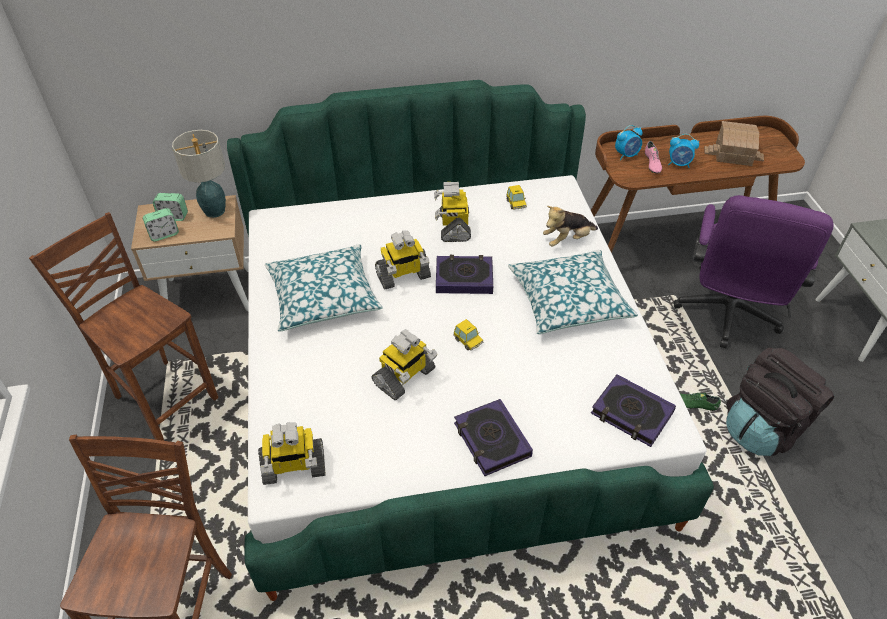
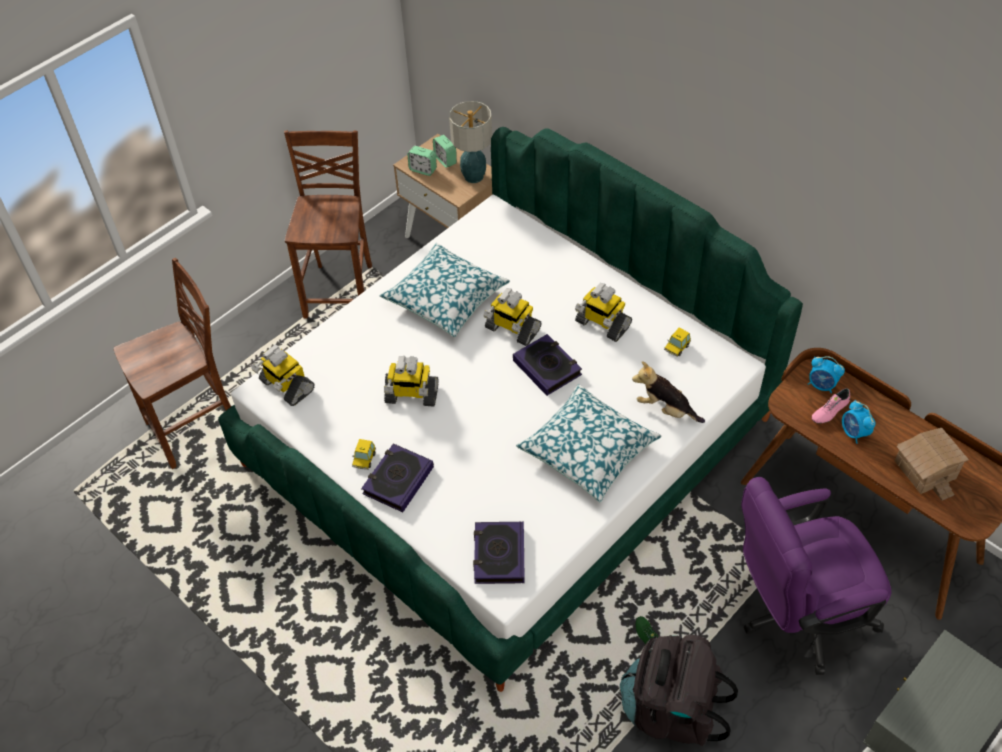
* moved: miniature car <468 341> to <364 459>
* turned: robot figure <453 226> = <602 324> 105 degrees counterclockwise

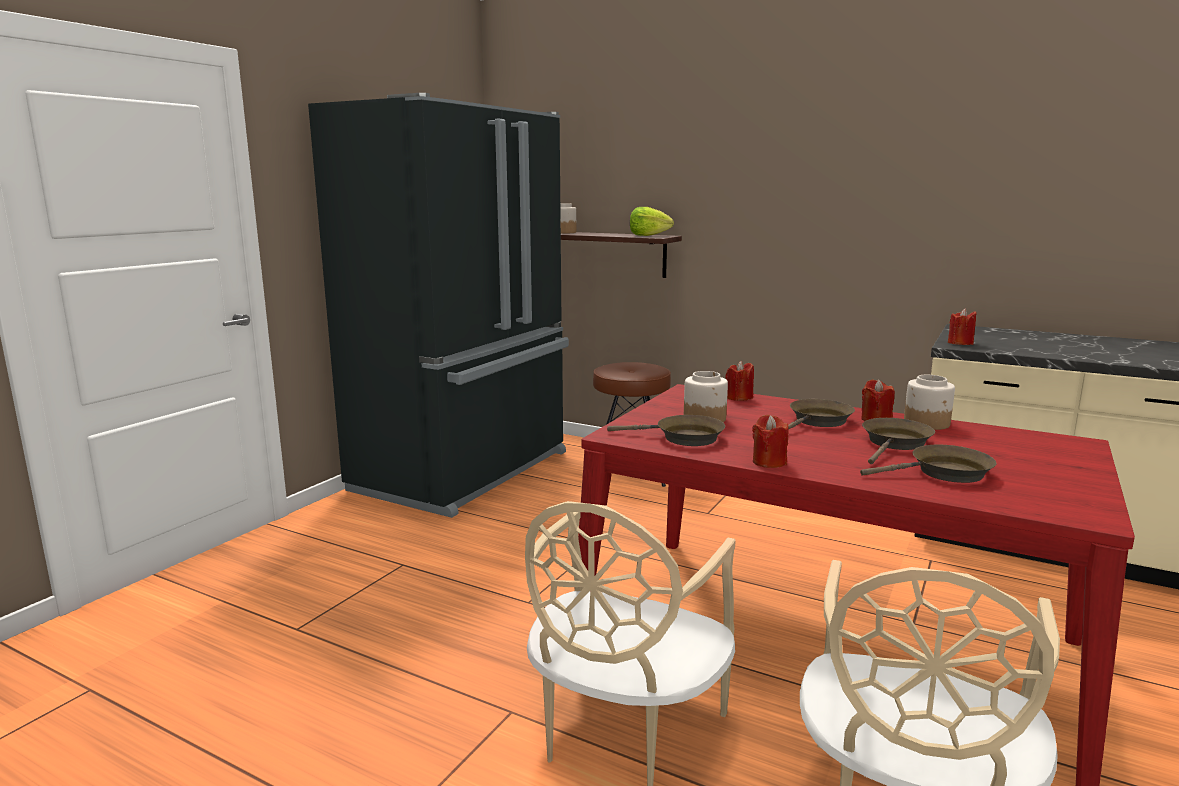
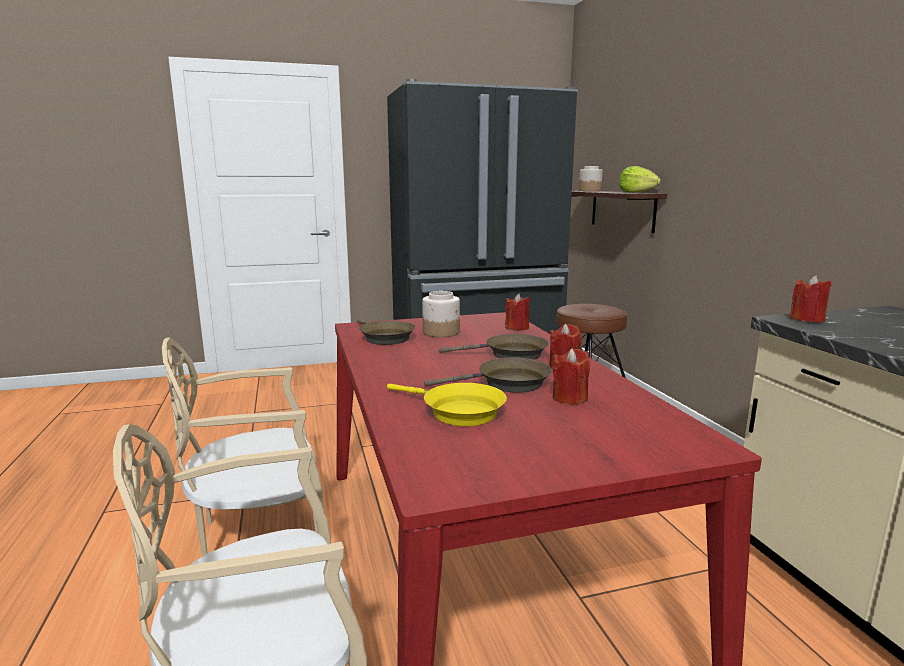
* recoloured: brown frying pan <944 473> to yellow-coloured frying pan <457 412>
* moved: red-coloured wax light <769 462> to <570 398>
* removed: jar <927 423>

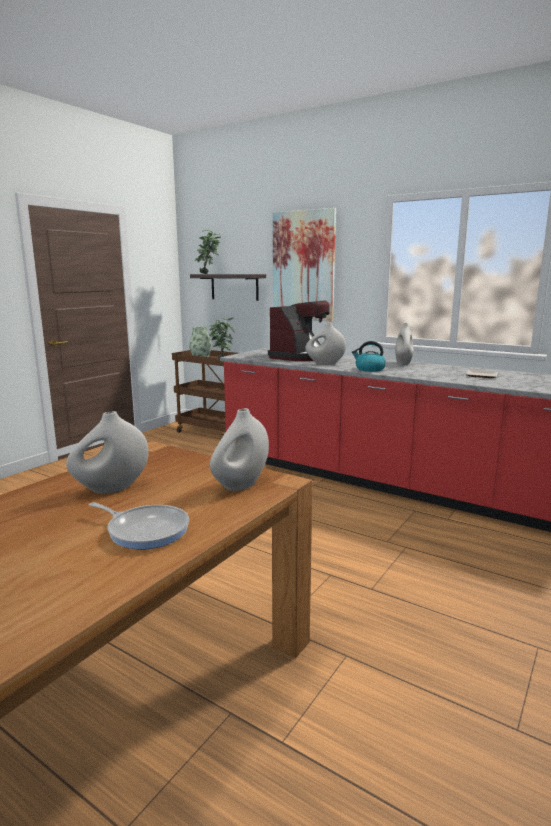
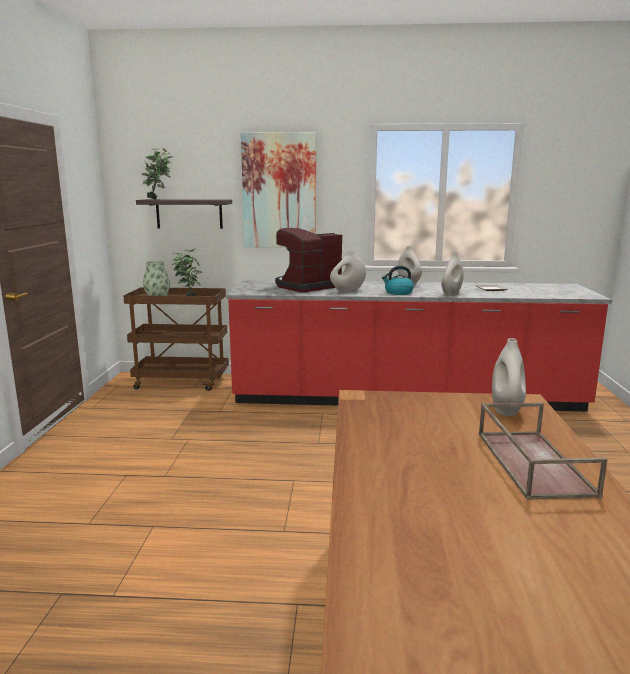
* turned: coffee machine <301 357> = <307 286> 135 degrees counterclockwise
* moved: white-coloured flower vase <111 489> to <451 294>
* replaced: frying pan <145 530> to brown tray <531 462>

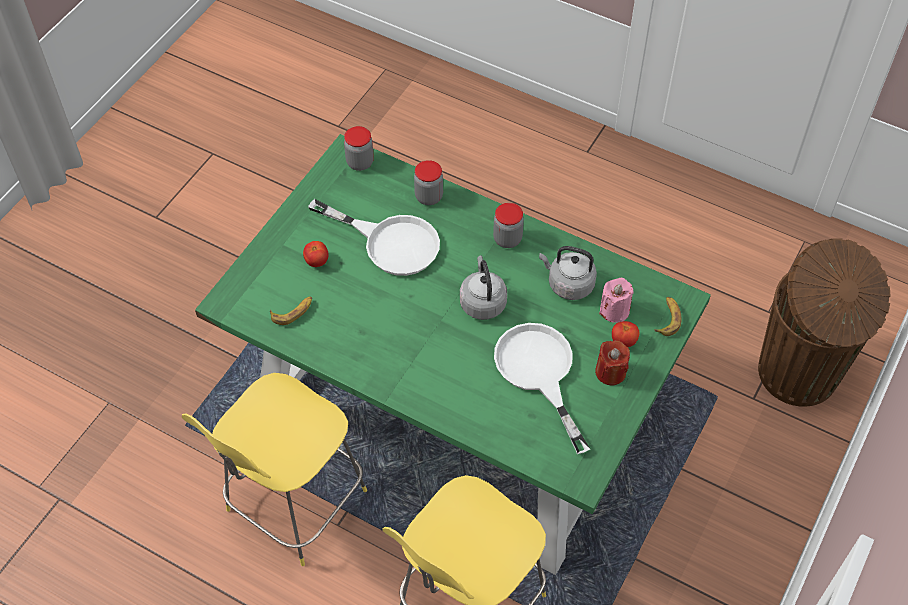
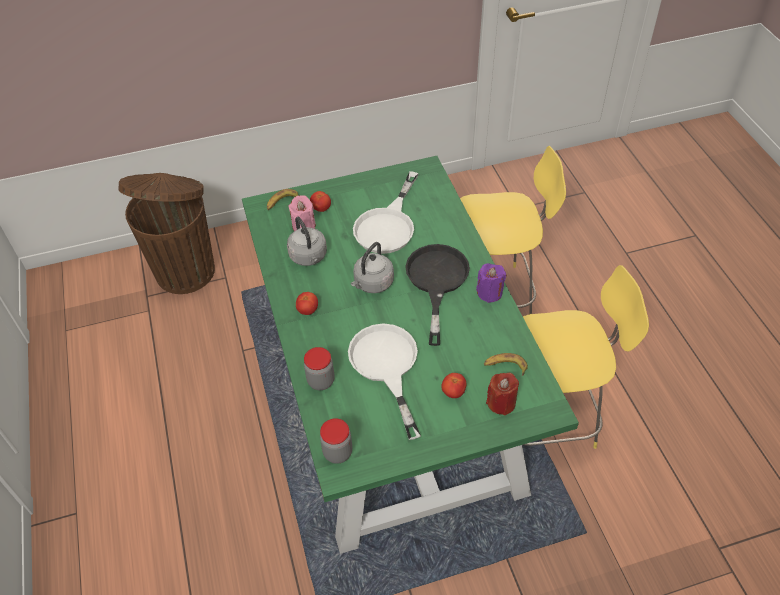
* replaced: jar <507 239> to fresh tomato <307 310>
* added: black-coloured frying pan <436 282>
* added: purple-coloured wax light <489 292>
* moved: red-coloured wax light <610 372> to <501 403>

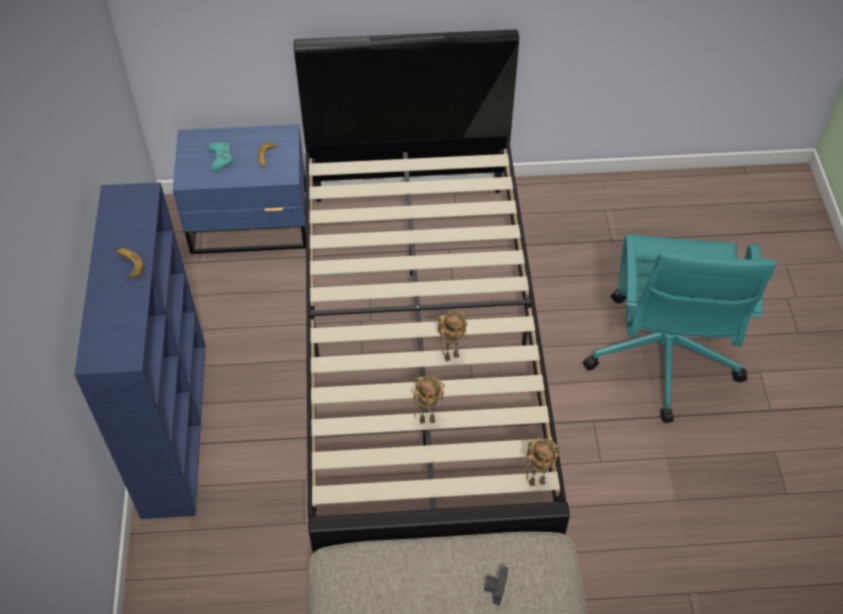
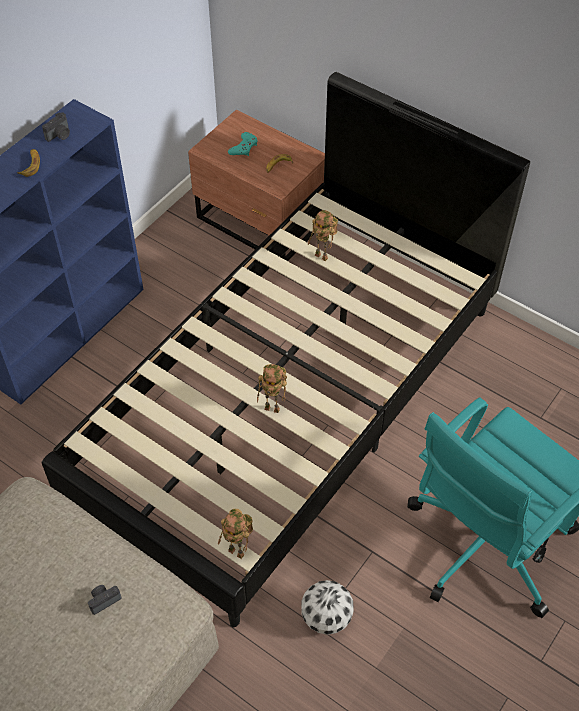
* added: still camera <59 135>
* recoloured: bluish night table <252 224> to brown night table <260 222>
* added: football <327 617>
* moved: robot figure <428 419> to <323 256>

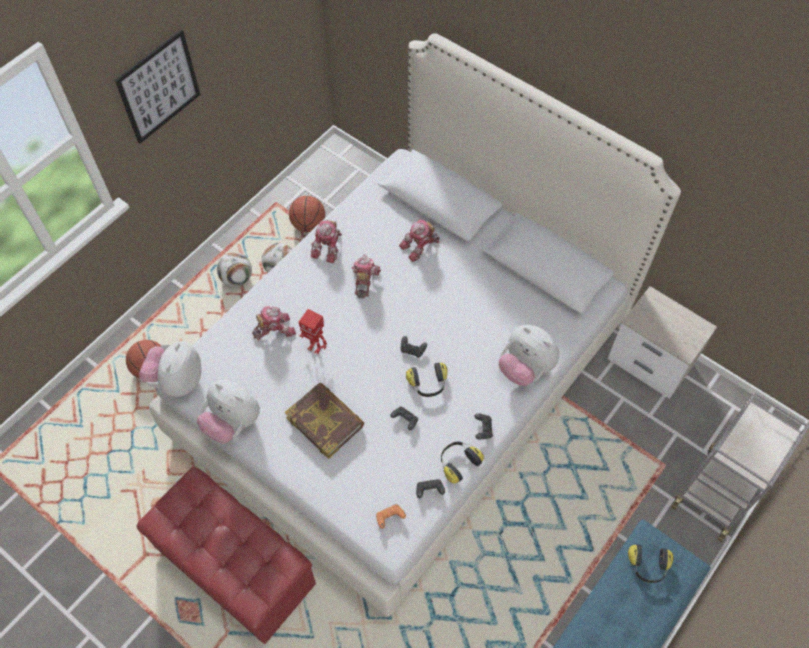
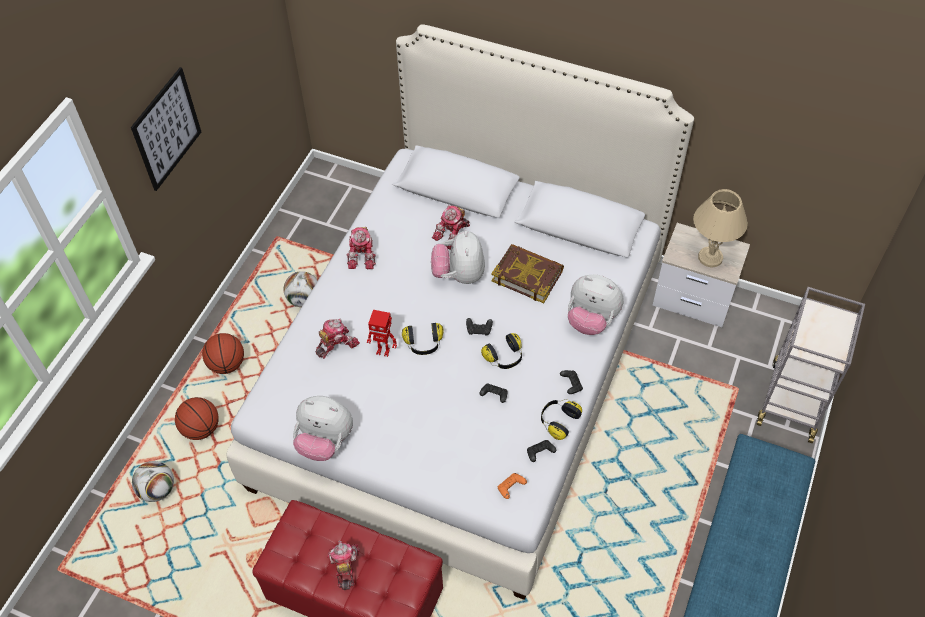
* moved: football <237 279> to <158 490>
* moved: basketball ball <308 224> to <227 364>
* moved: robot figure <364 280> to <344 566>
* moved: pair of headphones <648 566> to <423 344>
* moved: soft toy <177 380> to <459 274>
* moved: bound book <325 421> to <527 275>
* added: sand-coloured lamp for a table <709 257>

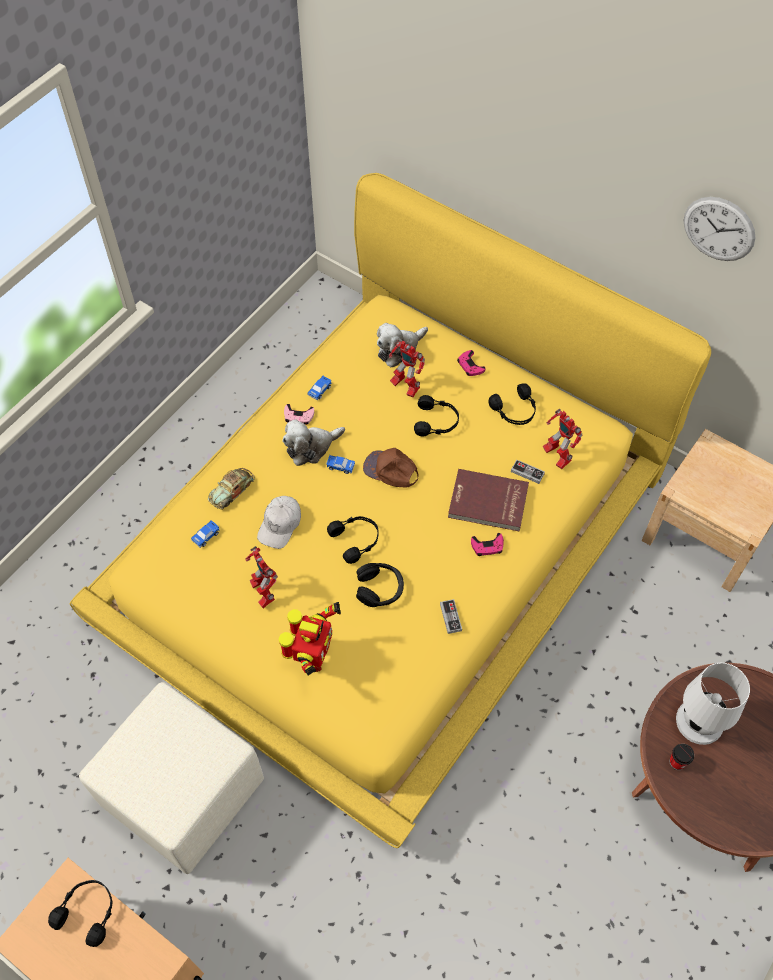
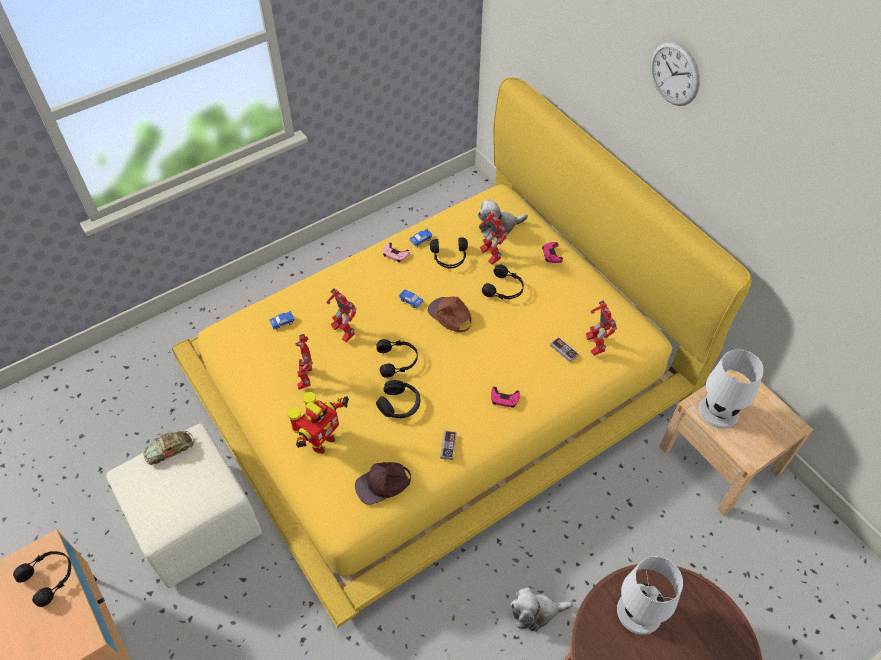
* moved: miniature car <232 490> to <170 449>
* replaced: white-coloured cap <280 525> to robot figure <343 331>
* added: brown cap <383 484>
* moved: black-coloured pair of headphones <515 411> to <449 258>
* moved: soft toy <311 447> to <536 612>
* moved: hanging clock <719 229> to <674 73>
* added: white-coloured lamp for a table <719 411>
* removed: red-coloured bound book <488 503>
* removed: small cup <677 762>

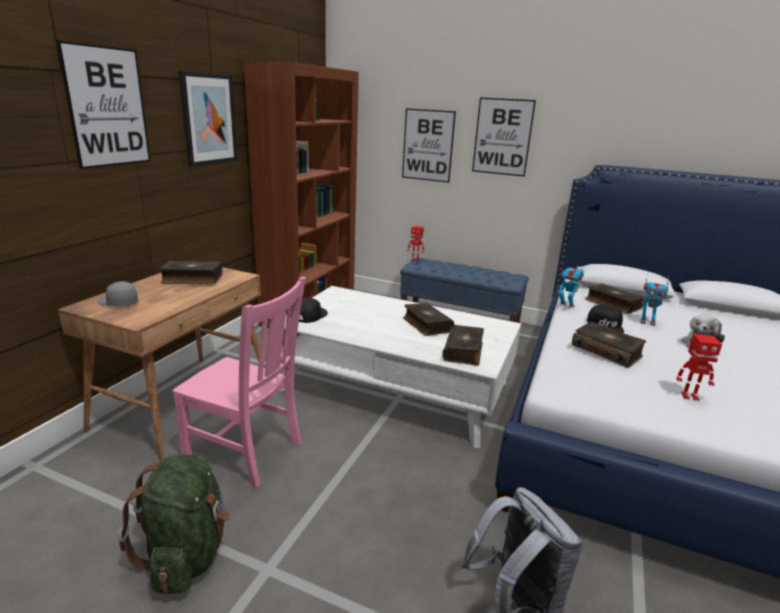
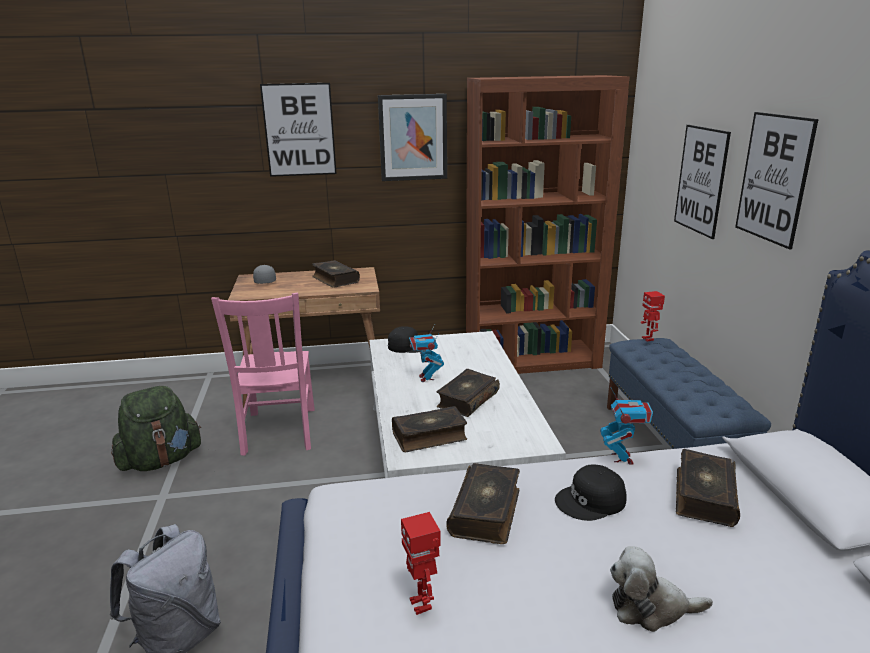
* moved: robot figure <647 322> to <426 378>

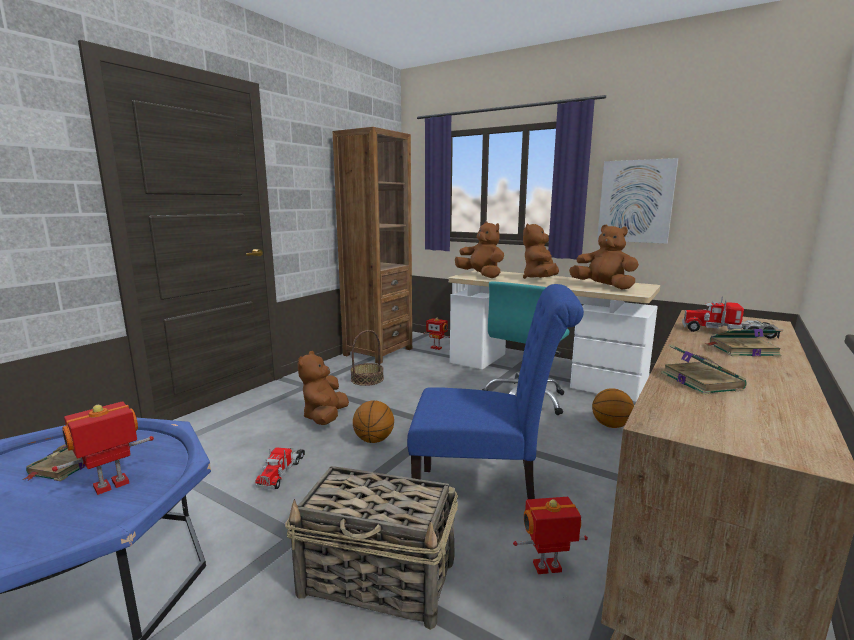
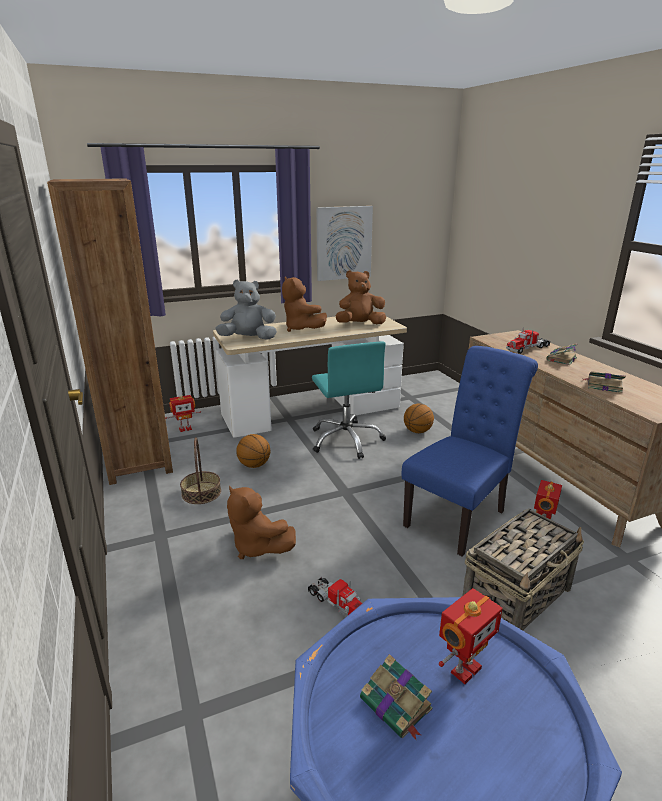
* recoloured: brown soft toy <481 276> to gray soft toy <248 339>
* moved: basketball ball <374 440> to <254 465>
* turned: robot figure <112 486> = <464 669> 120 degrees counterclockwise

